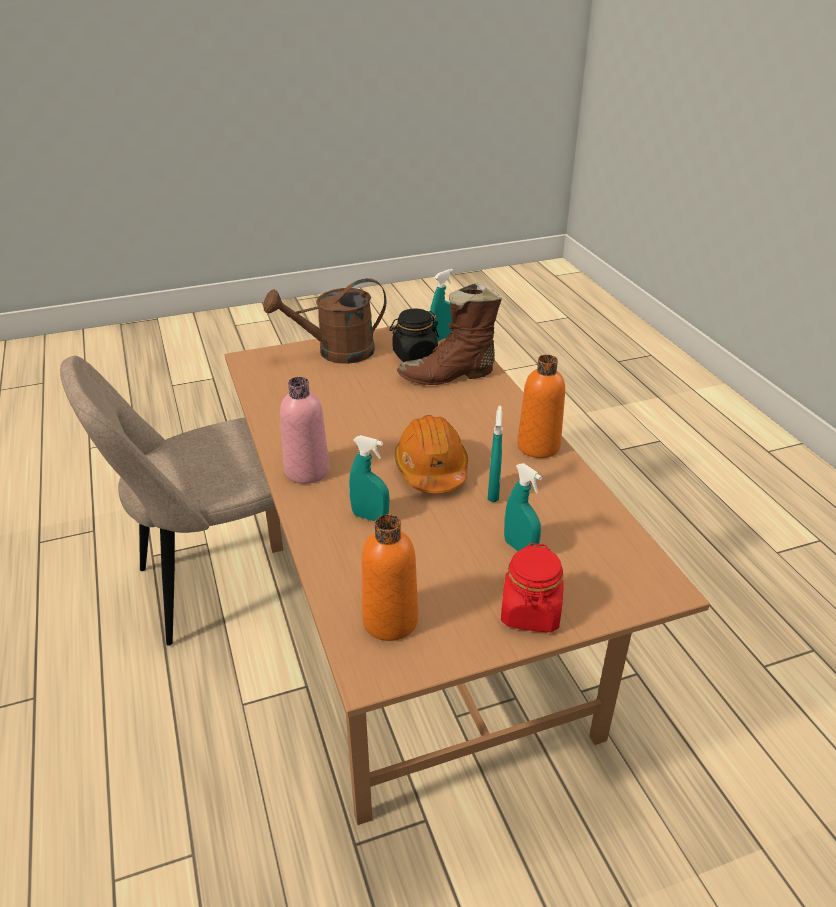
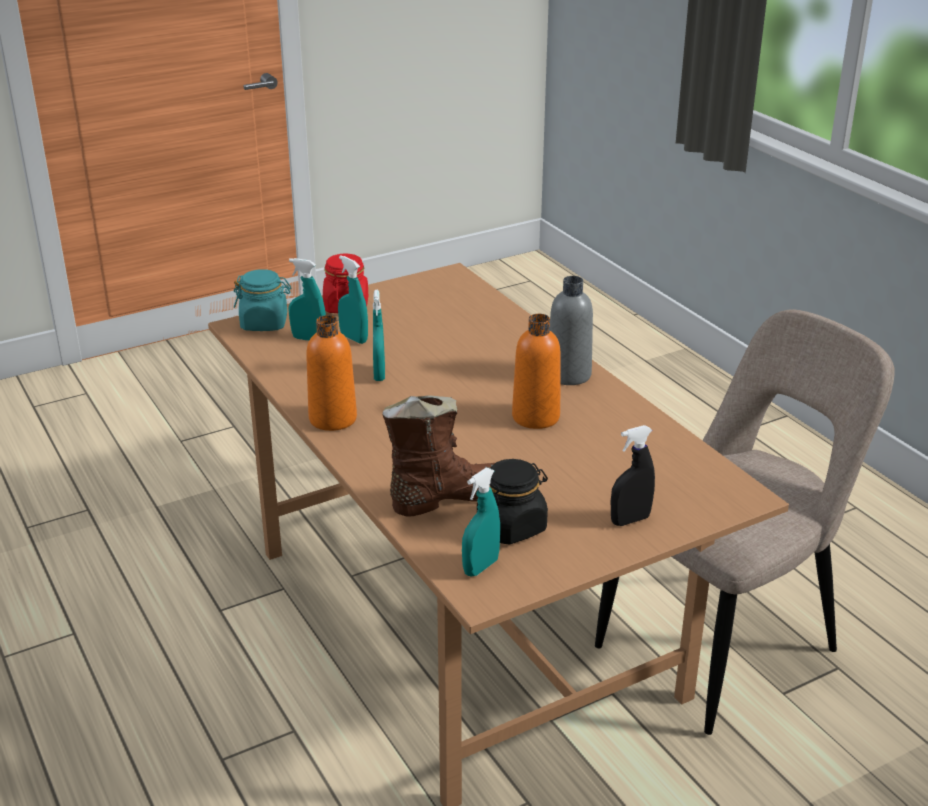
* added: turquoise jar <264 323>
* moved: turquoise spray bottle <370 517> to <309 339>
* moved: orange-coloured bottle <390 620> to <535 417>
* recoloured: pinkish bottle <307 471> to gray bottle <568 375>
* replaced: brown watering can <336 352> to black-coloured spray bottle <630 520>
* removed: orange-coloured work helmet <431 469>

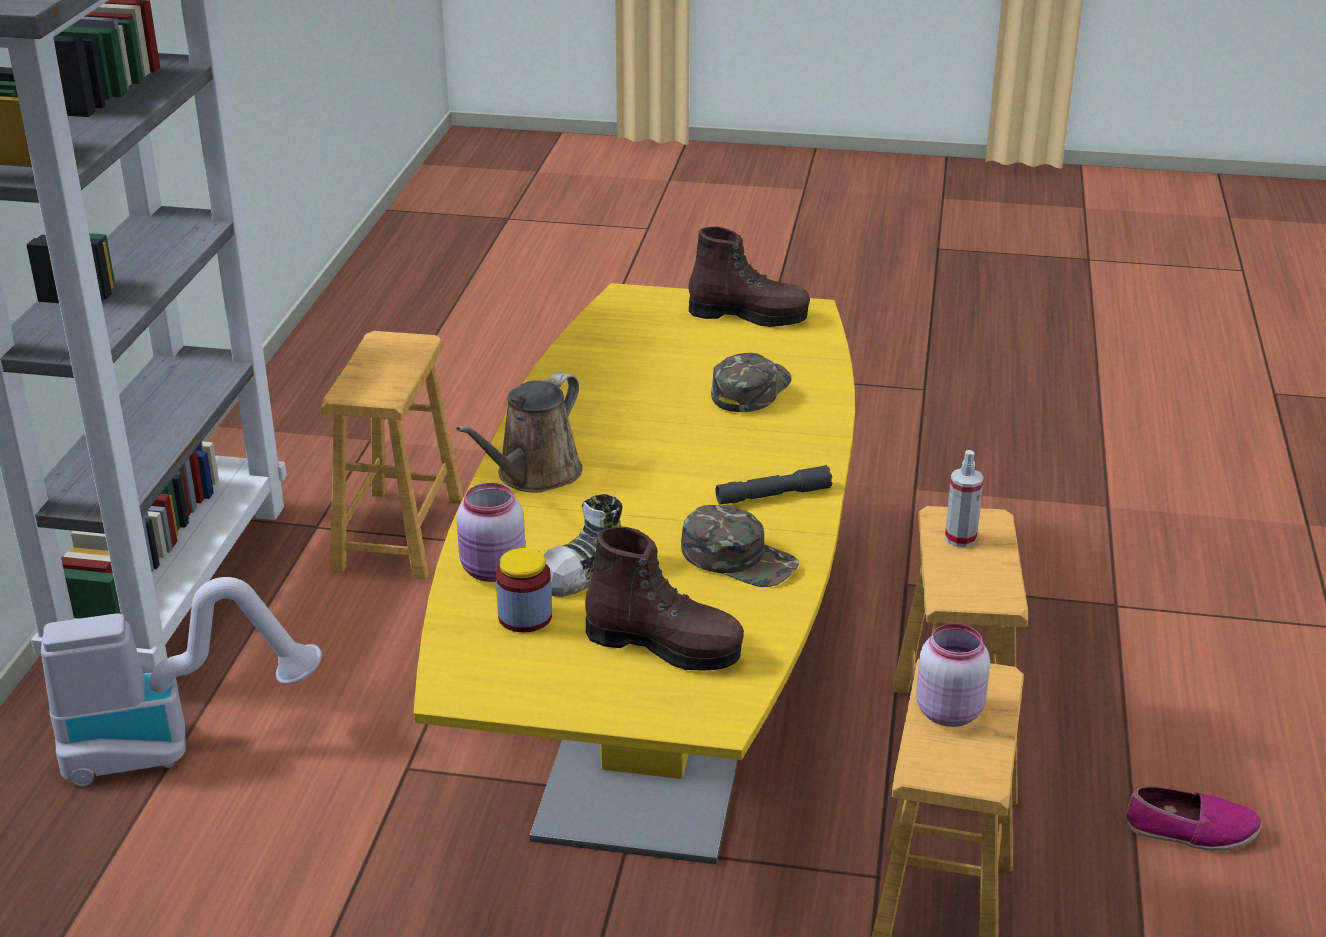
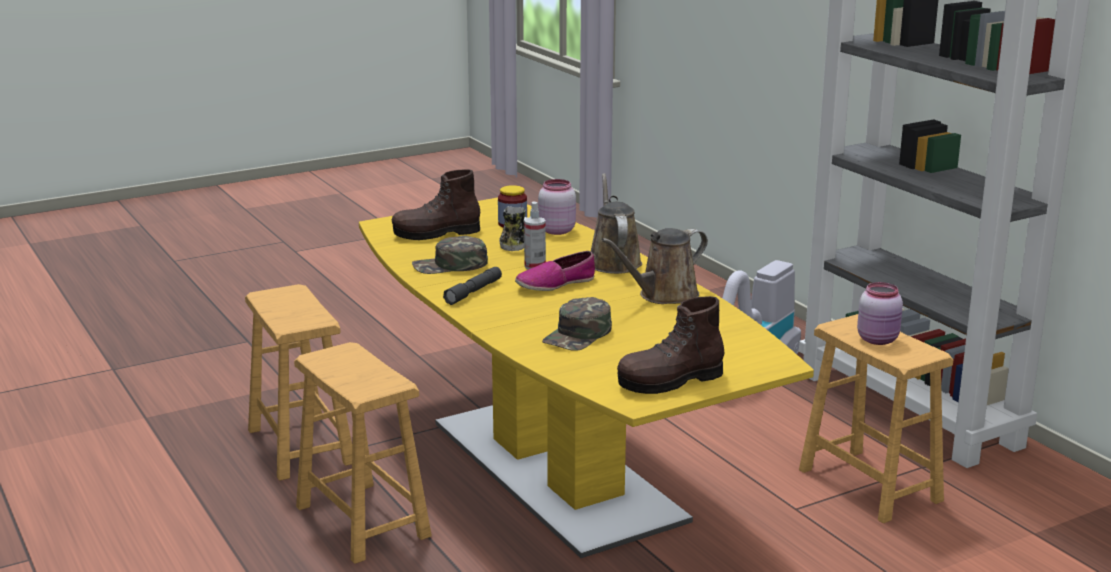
* moved: shoe <1191 830> to <555 284>
* moved: spray bottle <960 538> to <535 266>
* turned: greenish cap <750 389> = <578 335> 45 degrees clockwise
* added: brown watering can <663 295>
* moved: pinkish jar <947 711> to <879 340>

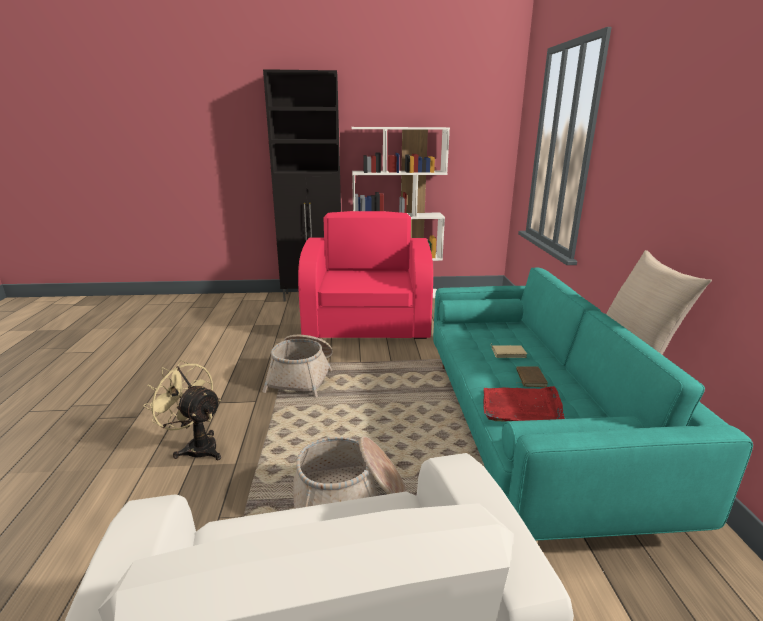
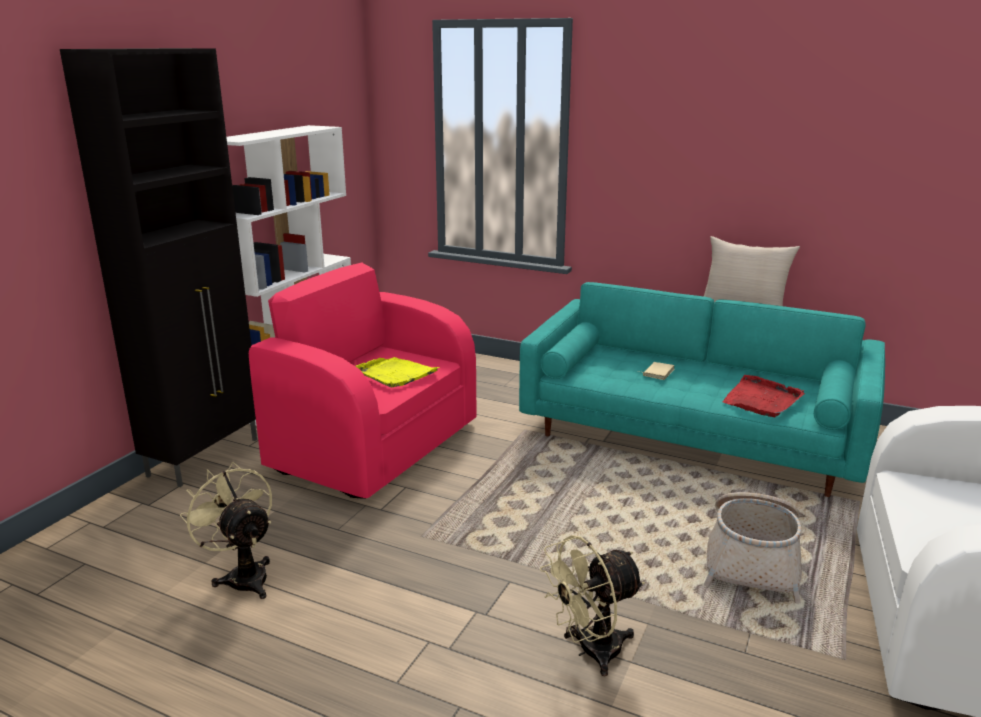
* added: sand-coloured cooling fan <243 575>
* added: yellow-coloured tray <395 374>
* removed: household basket <302 376>
* removed: brown bound book <529 378>

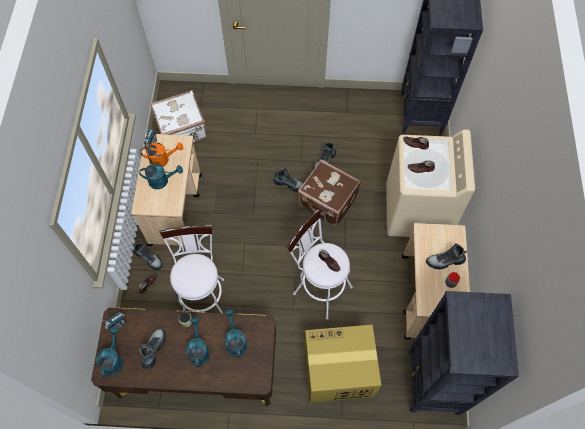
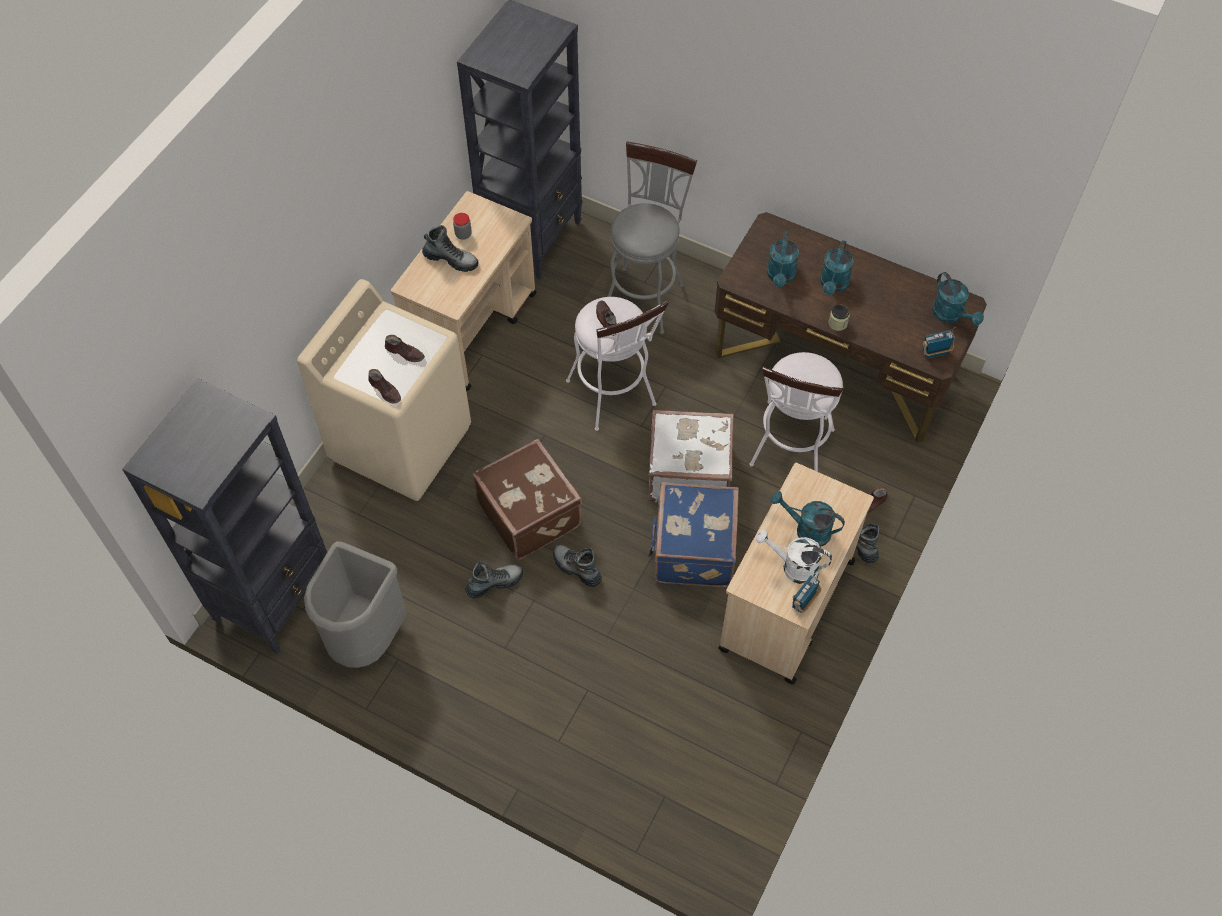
* added: gray rubbish bin <367 637>
* replaced: cardboard box <337 371> to gray stool <645 294>
* moved: white-coloured piece of luggage <182 131> to <688 471>
* added: bluish piece of luggage <692 549>
* recoloured: orange-coloured watering can <163 159> to white-coloured watering can <793 567>
* turned: turquoise watering can <113 359> = <951 315> 60 degrees counterclockwise
* removed: high-top boot <154 349>

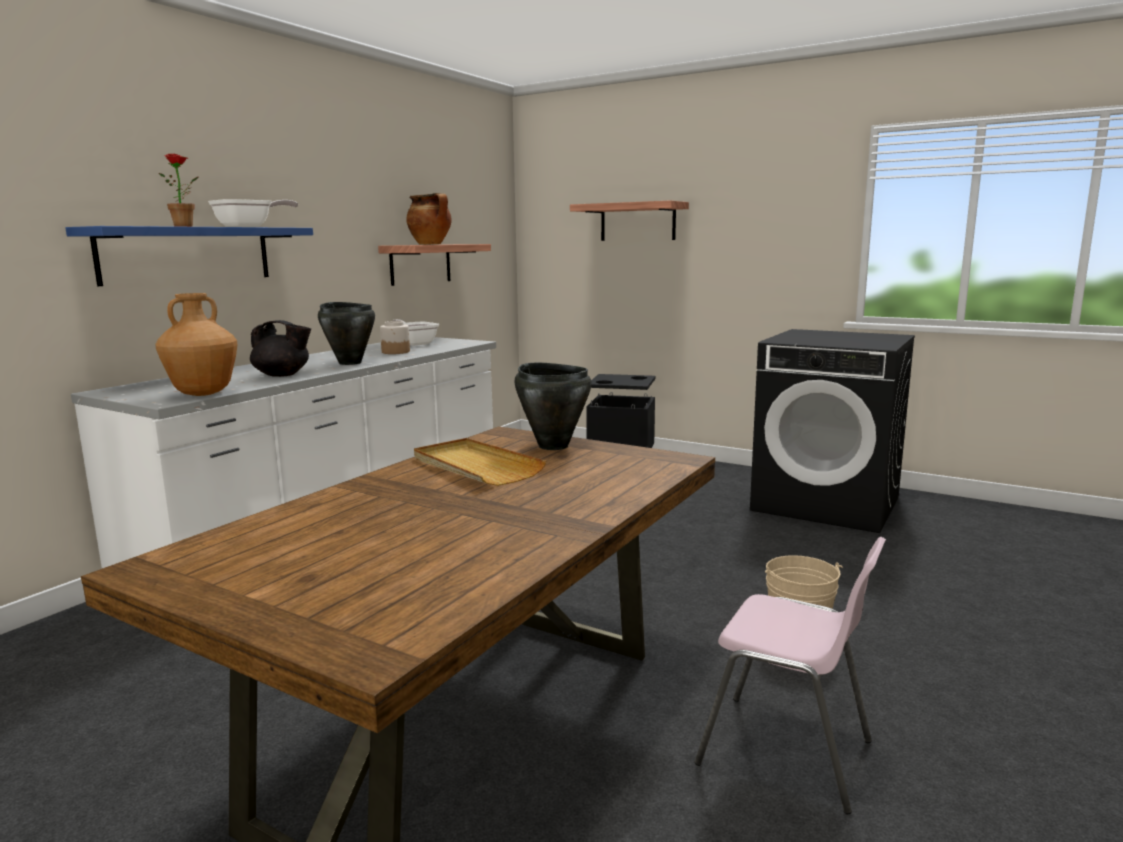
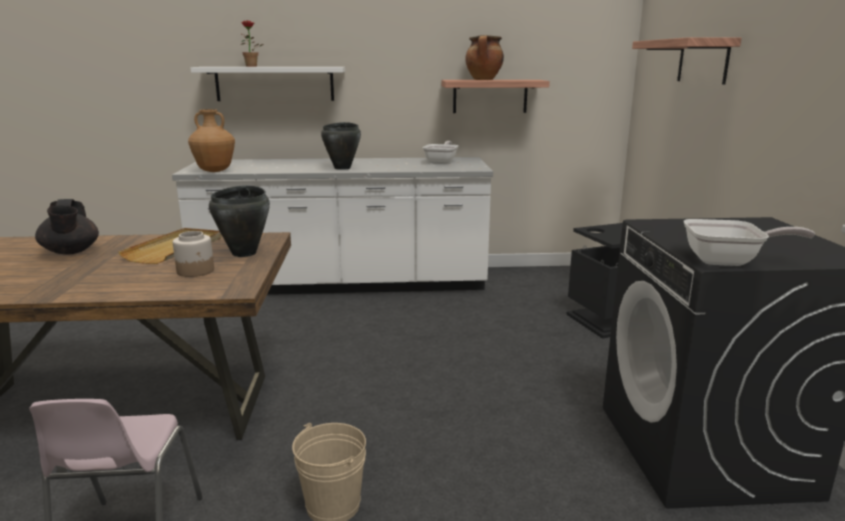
* moved: black-coloured tea pot <282 375> to <71 252>
* moved: jar <396 352> to <196 271>
* recoloured: bluish bracket shelf <187 254> to white-coloured bracket shelf <275 83>
* moved: frying pan <249 227> to <728 261>

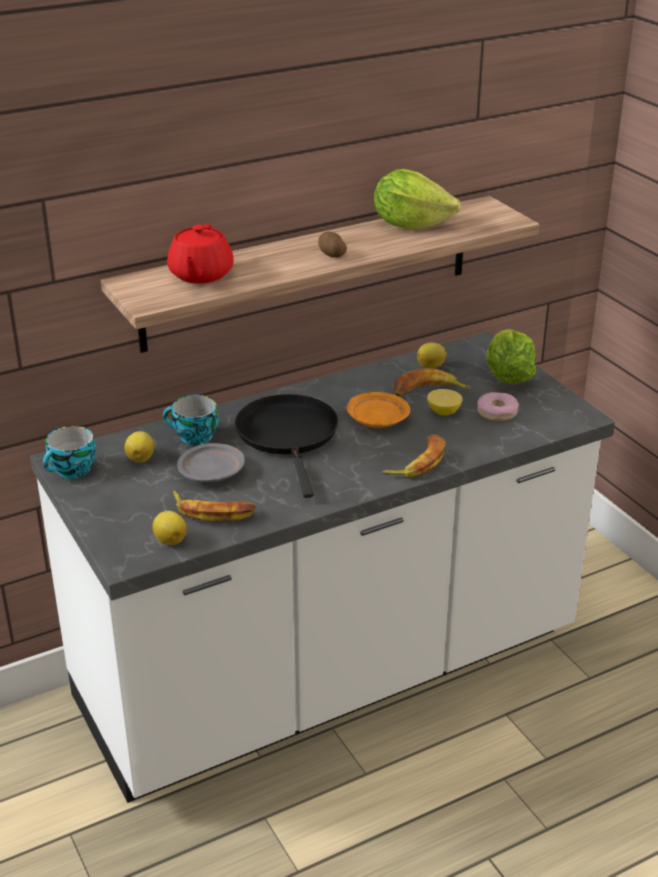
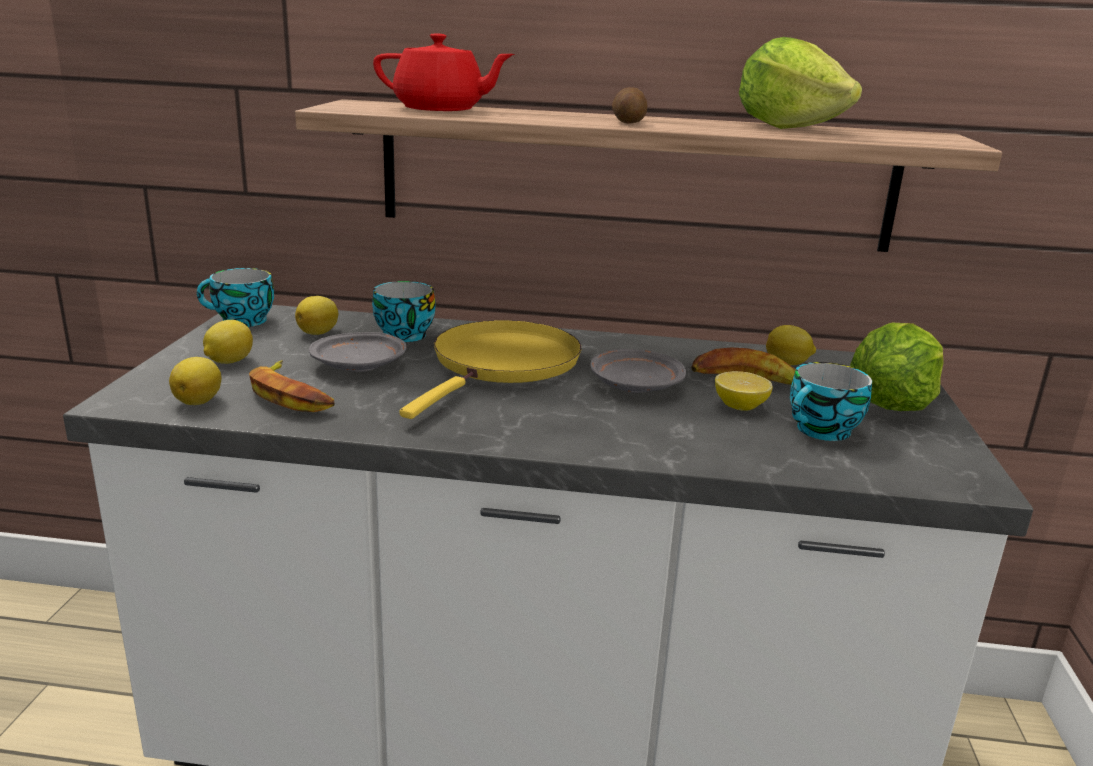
* added: citrus fruit <228 361>
* turned: red-coloured tea pot <200 275> = <441 109> 120 degrees counterclockwise
* recoloured: black-coloured frying pan <289 435> to yellow-coloured frying pan <502 365>
* recoloured: orange-coloured dinner plate <376 419> to gray dinner plate <635 385>
* replaced: ring doughnut <497 412> to small cup <822 431>
* removed: whole banana <417 462>

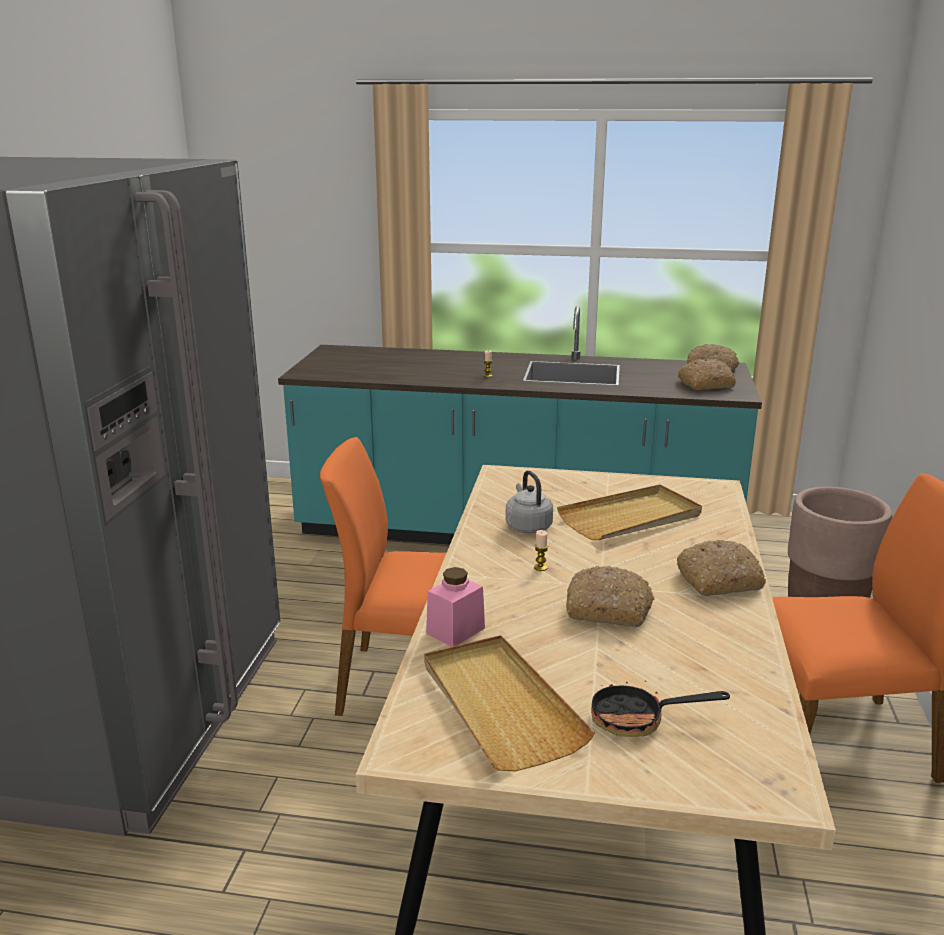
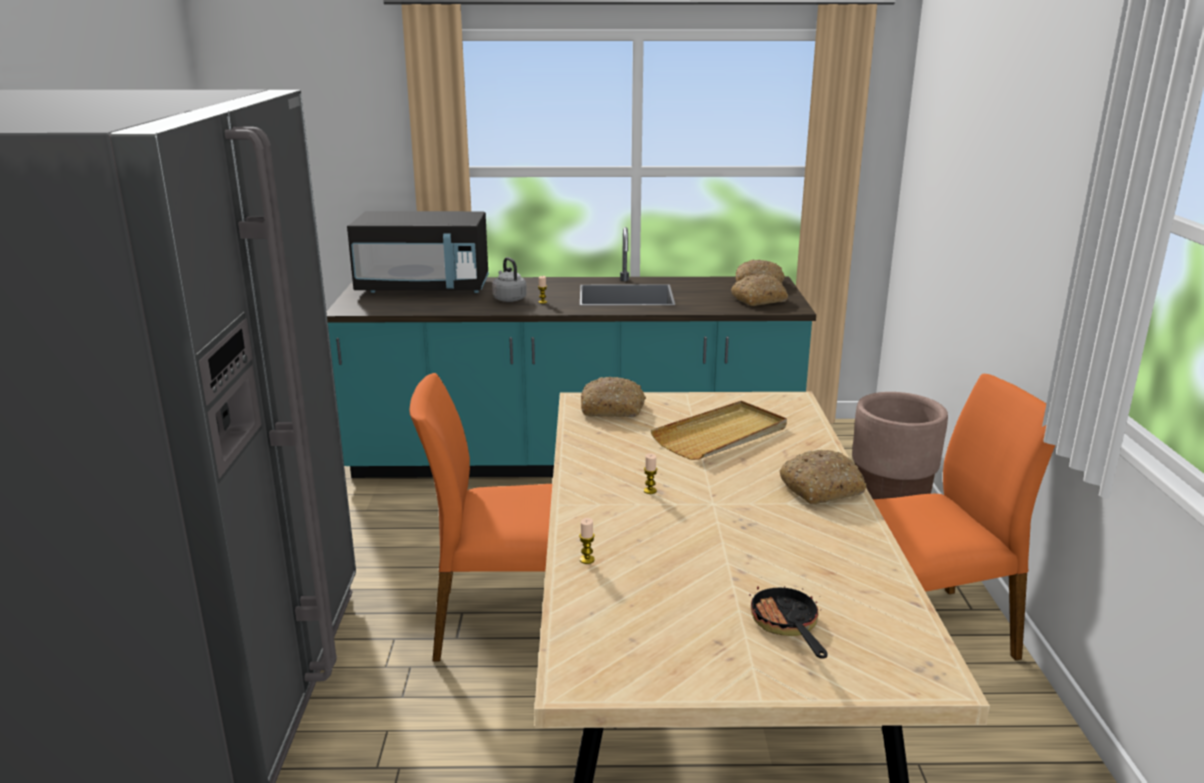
* added: black-coloured microwave oven <424 288>
* moved: gray water kettle <527 526> to <509 299>
* replaced: pinkish jar <455 630> to wax light <587 560>
* moved: bakery bread <609 609> to <613 408>
* turned: frying pan <638 719> = <787 626> 90 degrees clockwise
* removed: sand-coloured tray <499 705>

